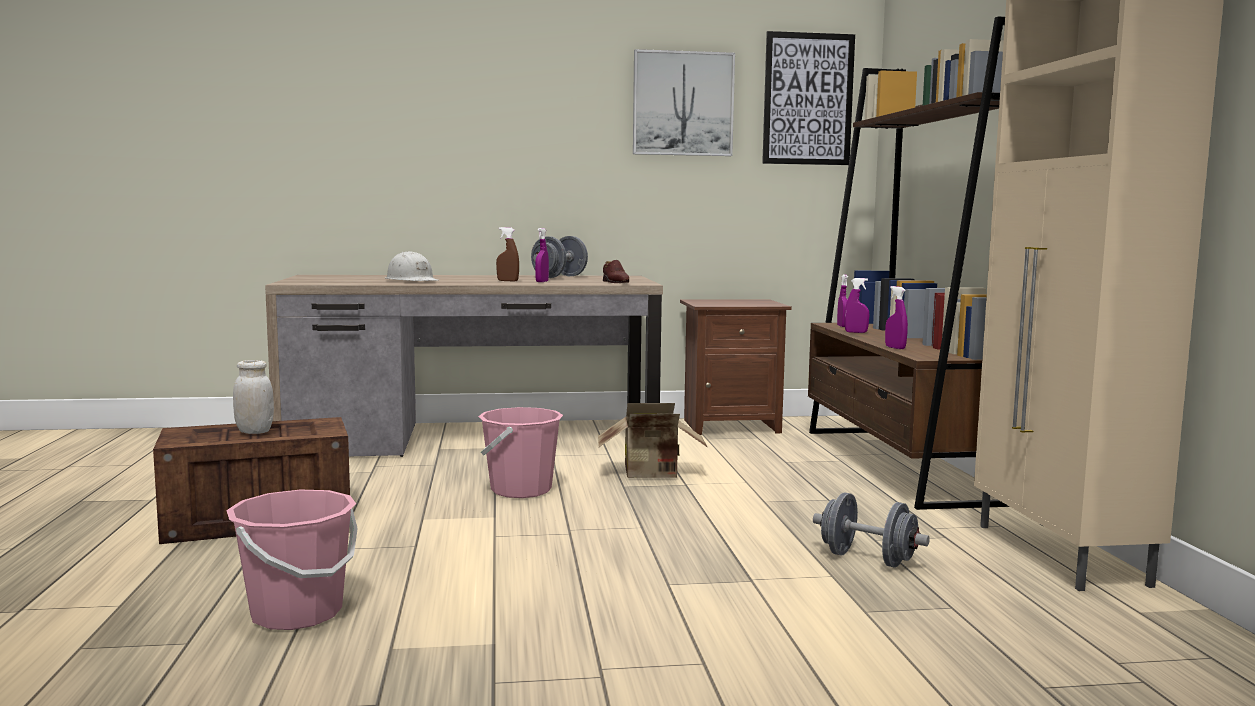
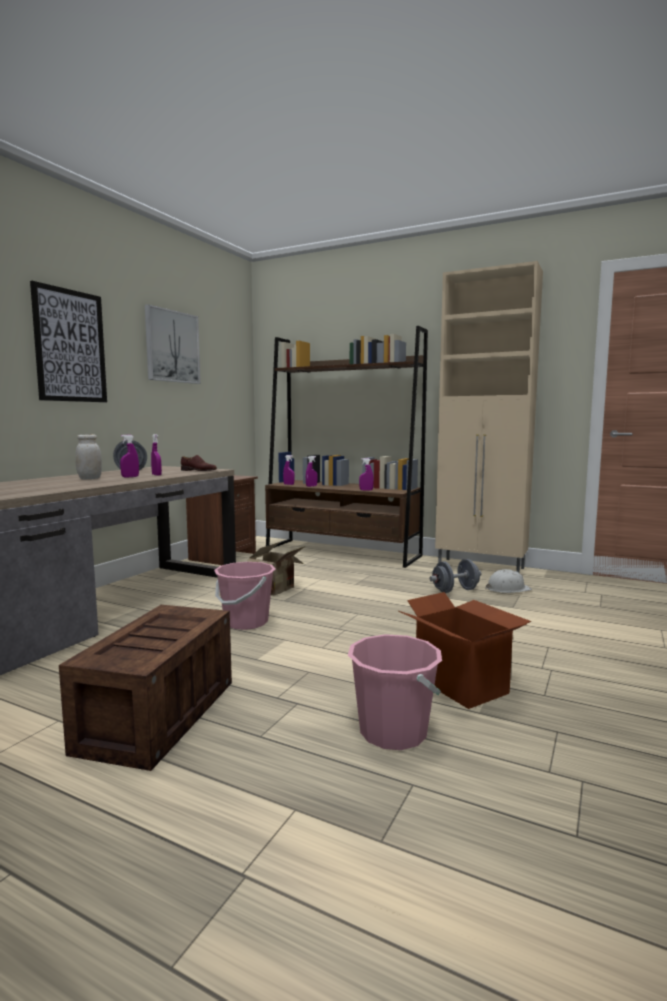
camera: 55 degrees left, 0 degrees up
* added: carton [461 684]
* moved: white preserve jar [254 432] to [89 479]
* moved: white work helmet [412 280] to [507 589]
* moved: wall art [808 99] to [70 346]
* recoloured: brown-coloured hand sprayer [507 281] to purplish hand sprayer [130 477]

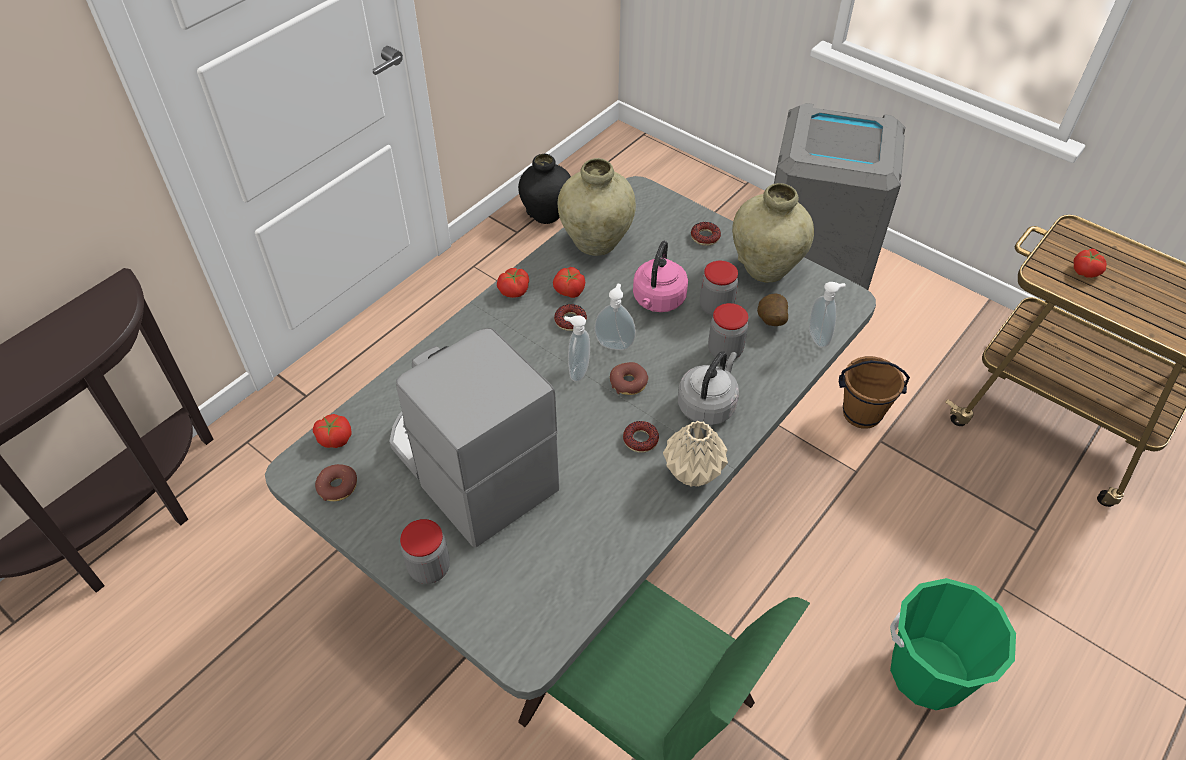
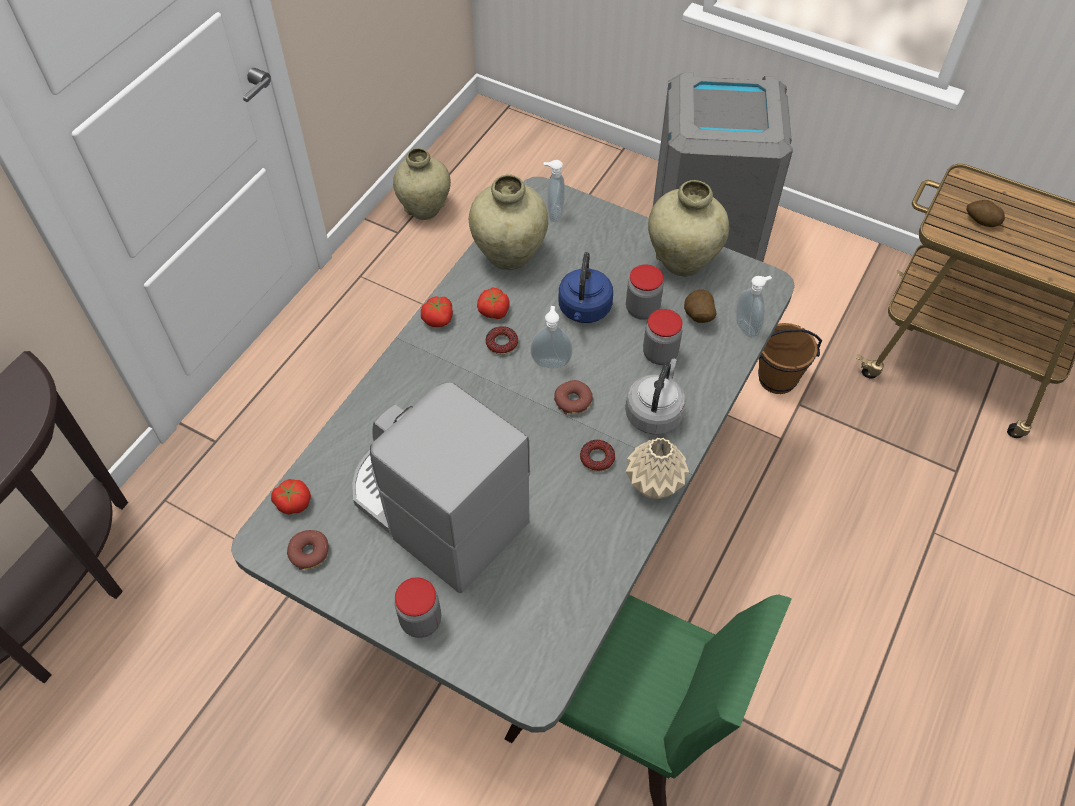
camera: 10 degrees left, 5 degrees up
* removed: ring doughnut [705 237]
* removed: greenish pail [928 672]
* moved: soap dispenser [577 371] to [553 213]
* replaced: tomato [1085 271] to potato [981 221]
* recoloured: black-coloured decorative vase [547 214] to beige-coloured decorative vase [425 209]
* recoloured: pinkish tea kettle [658 301] to blue tea kettle [584 310]

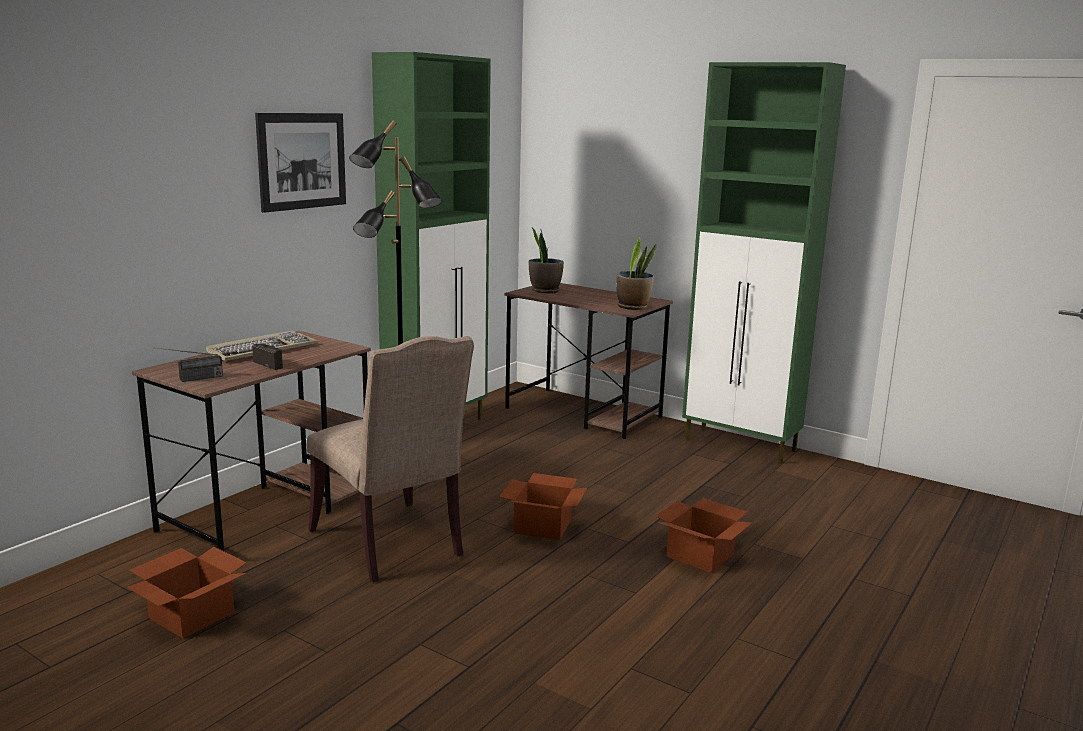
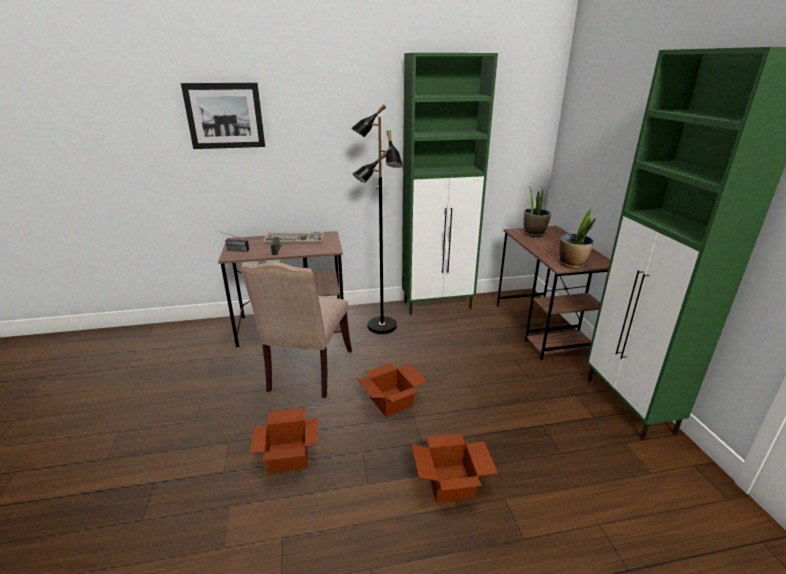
camera: 45 degrees right, 10 degrees up
* moved: carton [191 614] to [289 455]
* moved: wall art [302 161] to [225 116]

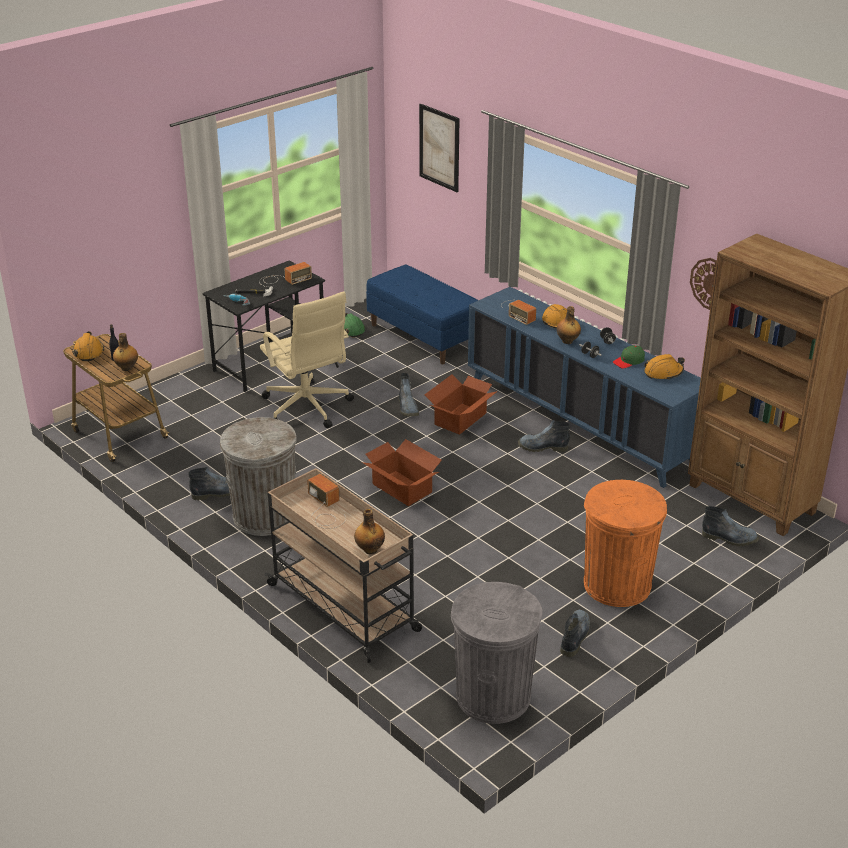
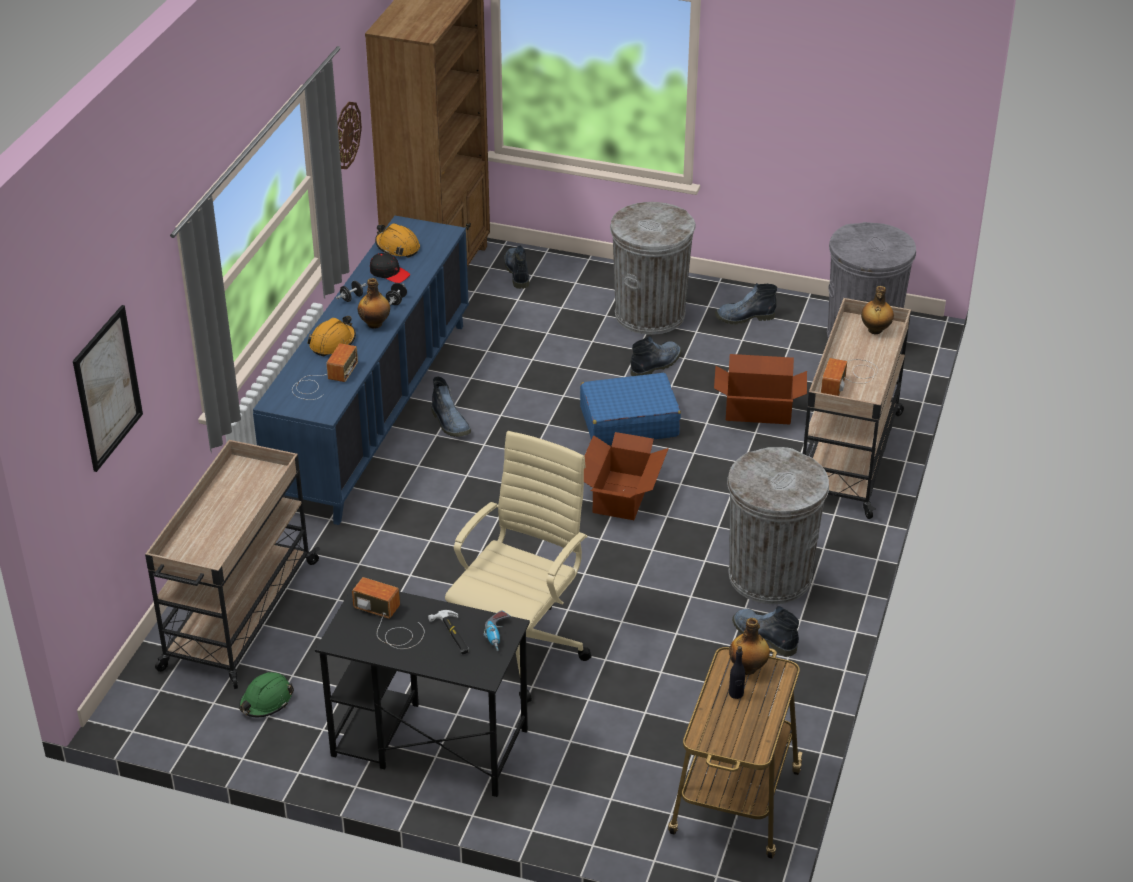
camera: 120 degrees left, 5 degrees up
* removed: orangey work helmet [88 352]
* added: blue piece of luggage [628 422]
* moved: tall boot [408 408] to [656 364]
* moved: carton [461 419] to [757 409]
* replaced: blue long seat [423 336] to beige-coloured trolley [238 616]
* recoloured: orangey waste bin [617 584] to greyish waste bin [649 314]
* recoloured: greenish baseball cap [629 361] to black-coloured baseball cap [389 273]

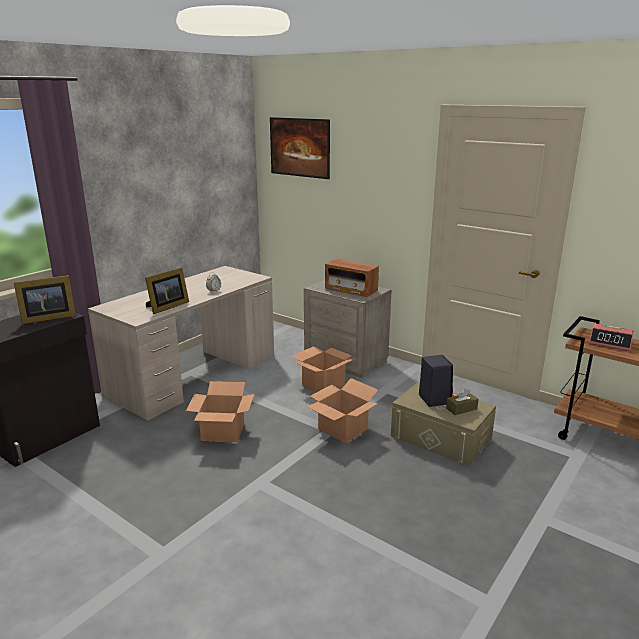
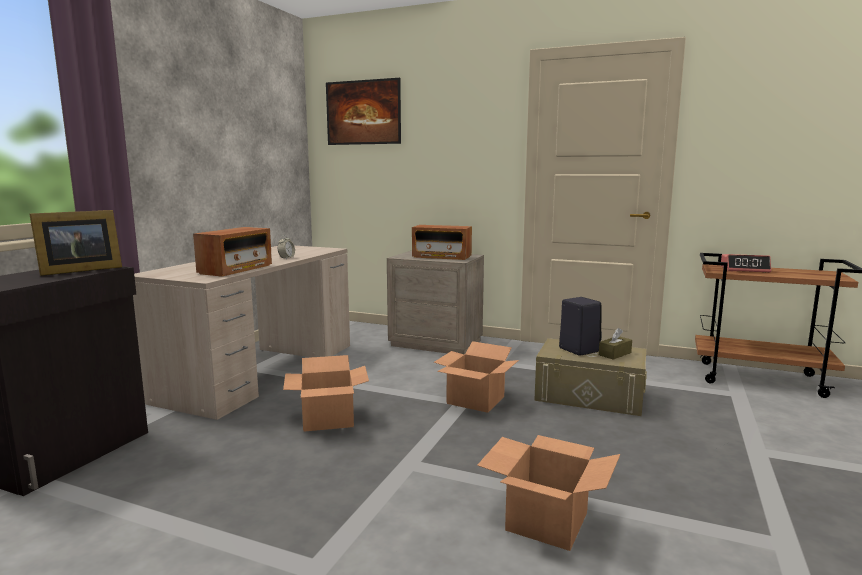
camera: 15 degrees left, 10 degrees down
* moved: carton [323 385] to [547 522]
* replaced: standing frame [166 307] to radio set [236 269]

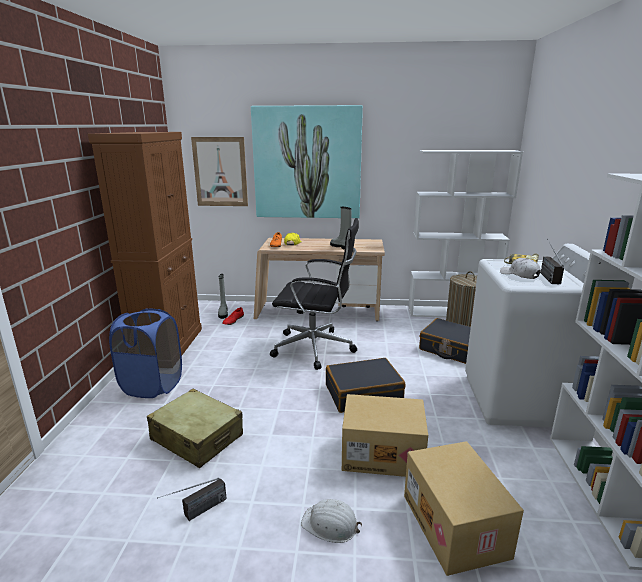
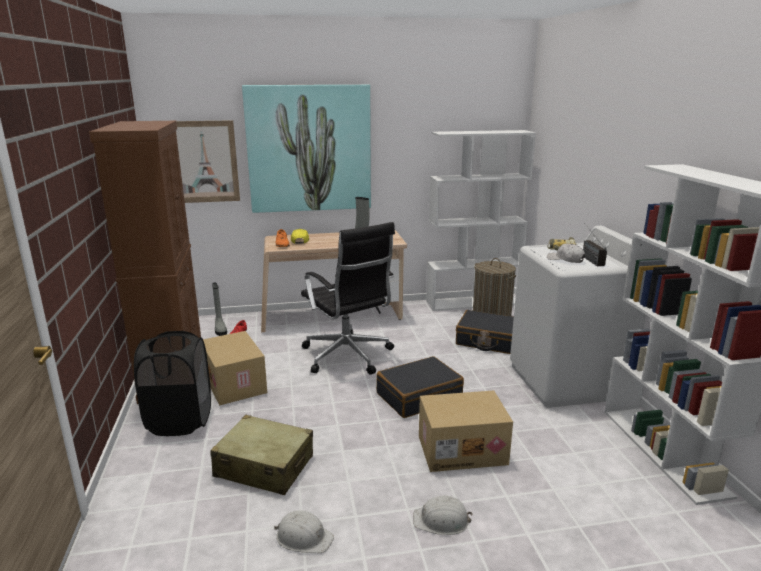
camera: 15 degrees left, 0 degrees up
* moved: carton [456 525] to [236 384]
* replaced: radio set [196 513] to white work helmet [303 537]
* recoloured: blue laundry basket [152 385] to black-coloured laundry basket [180 421]
* turned: black-coloured office chair [316 348] = [348 356] 60 degrees clockwise

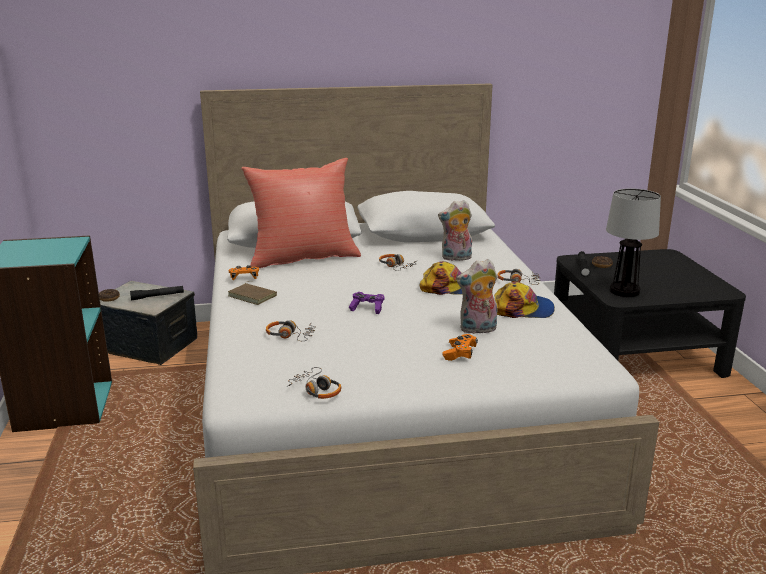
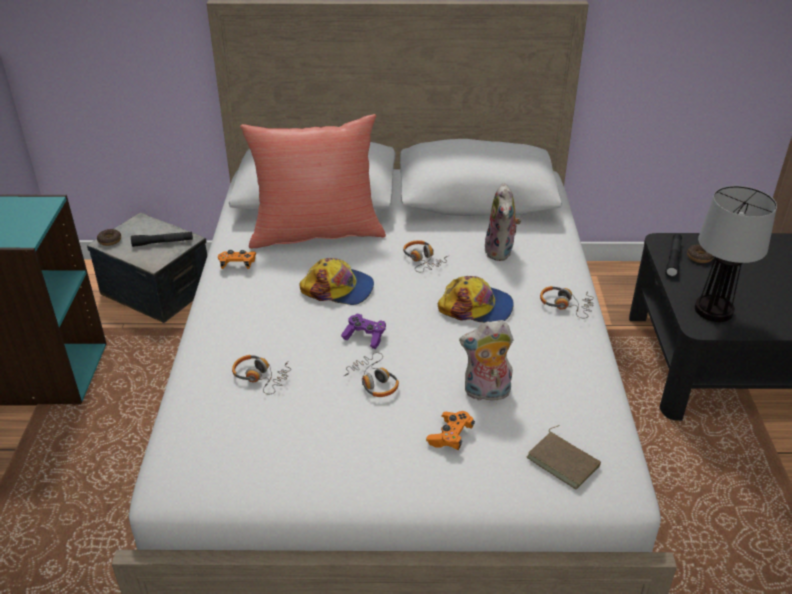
camera: 10 degrees right, 15 degrees up
* moved: brown-coloured volume [253 296] to [564 461]
* moved: headphones [316 390] to [374 381]
* moved: baseball cap [522 309] to [338 288]
* turned: soft toy [456 258] = [501 252] 90 degrees counterclockwise

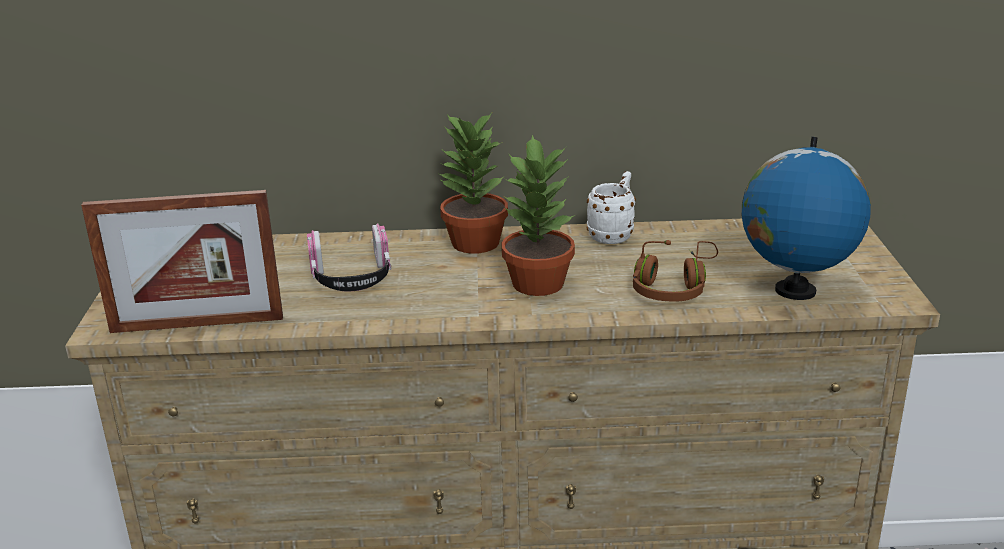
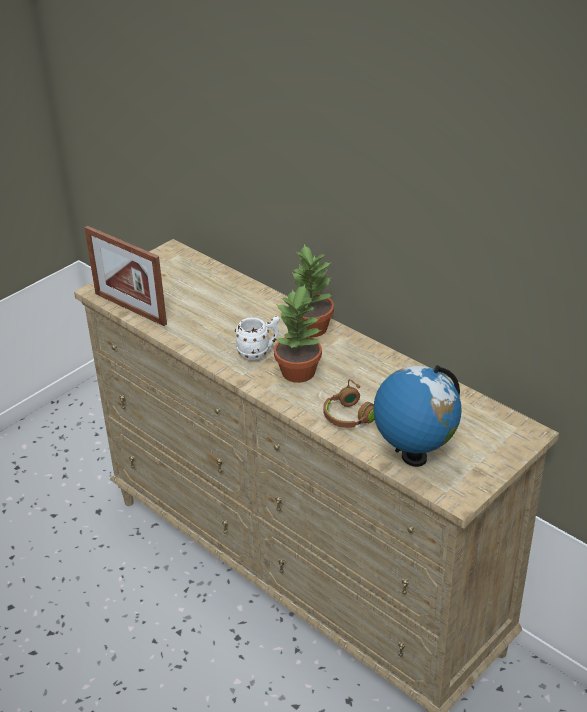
camera: 45 degrees right, 10 degrees up
* removed: headphones [352 278]
* moved: white mug [613 234] to [259 353]

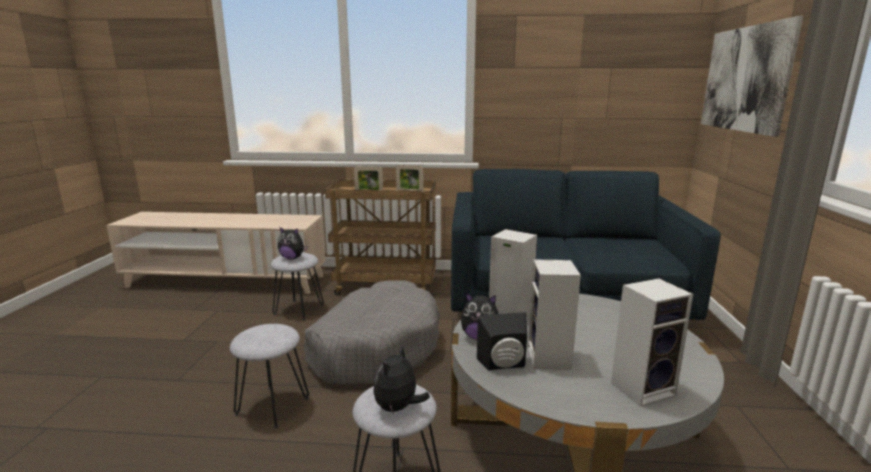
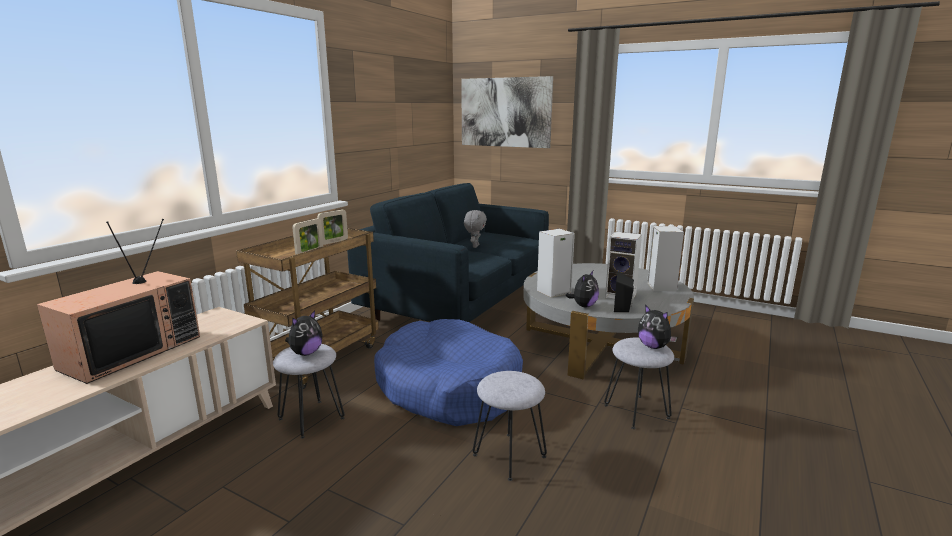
camera: 65 degrees left, 0 degrees up
* added: TV set [132 351]
* added: greyish soft toy [475 246]
* recoloured: greyish pet bed [375 347] to blue pet bed [448 387]

